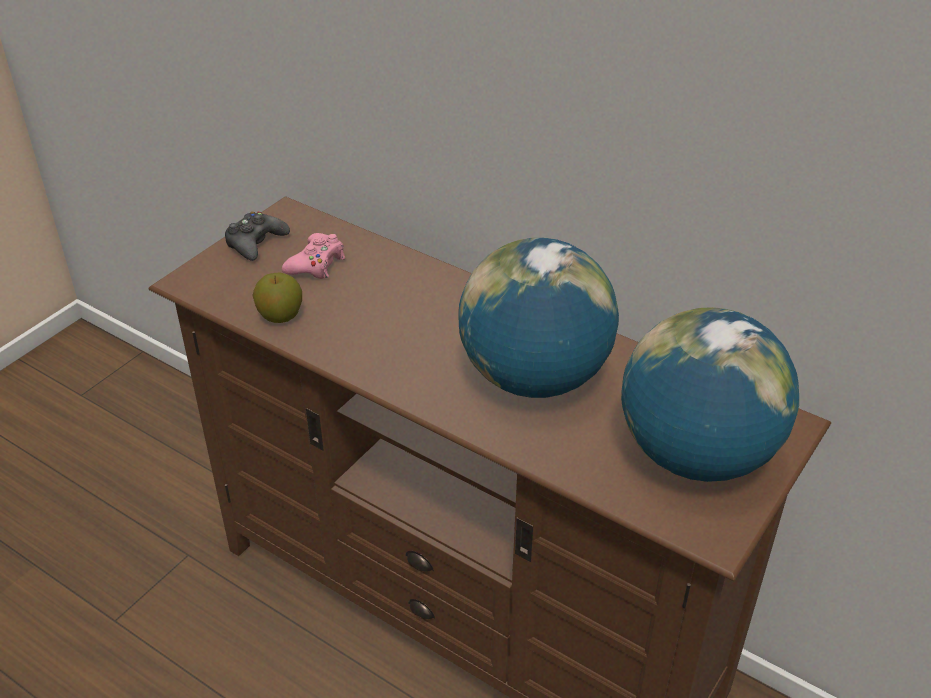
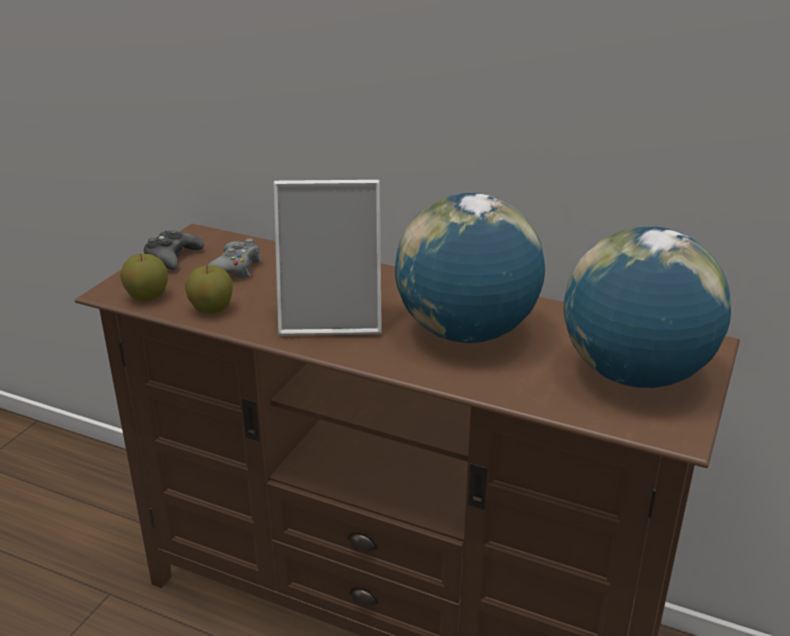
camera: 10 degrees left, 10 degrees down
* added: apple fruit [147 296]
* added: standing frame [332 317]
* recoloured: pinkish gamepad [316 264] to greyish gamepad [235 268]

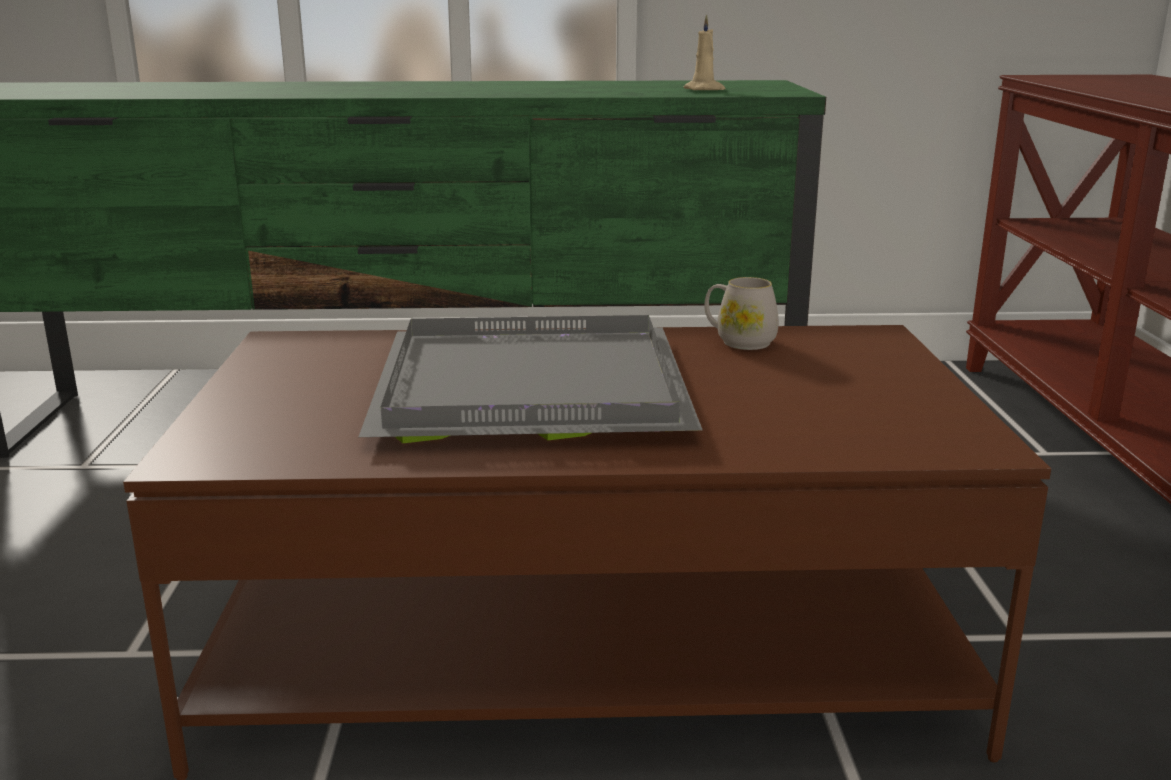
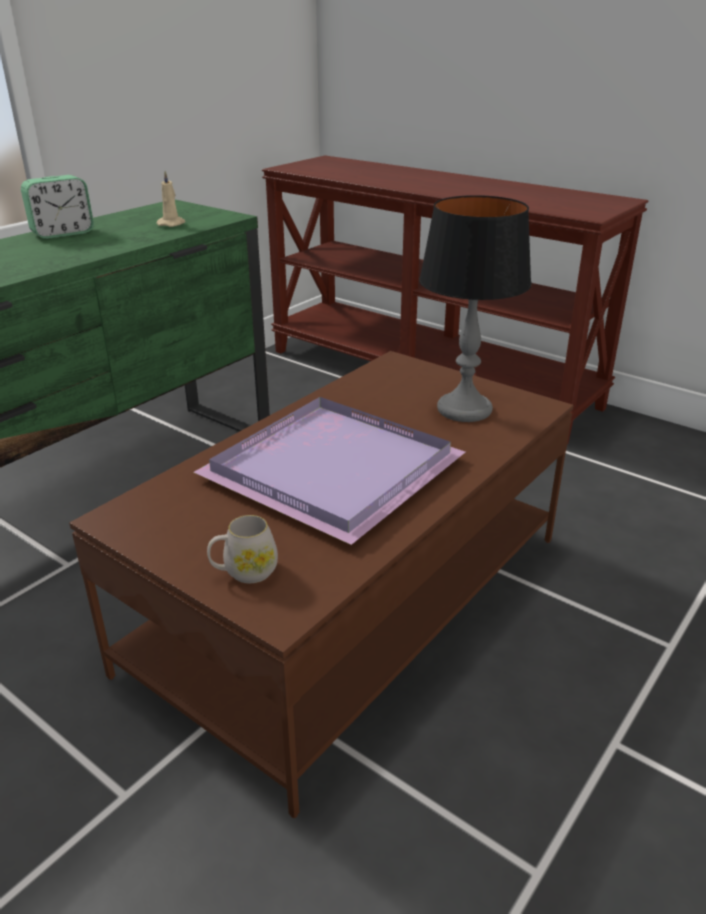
camera: 50 degrees left, 10 degrees up
* added: bedside clock [63 233]
* added: lamp for a table [463 409]
* moved: white mug [739 341] to [244 572]
* recoloured: greyish carrying tray [537 386] to purplish carrying tray [331 467]

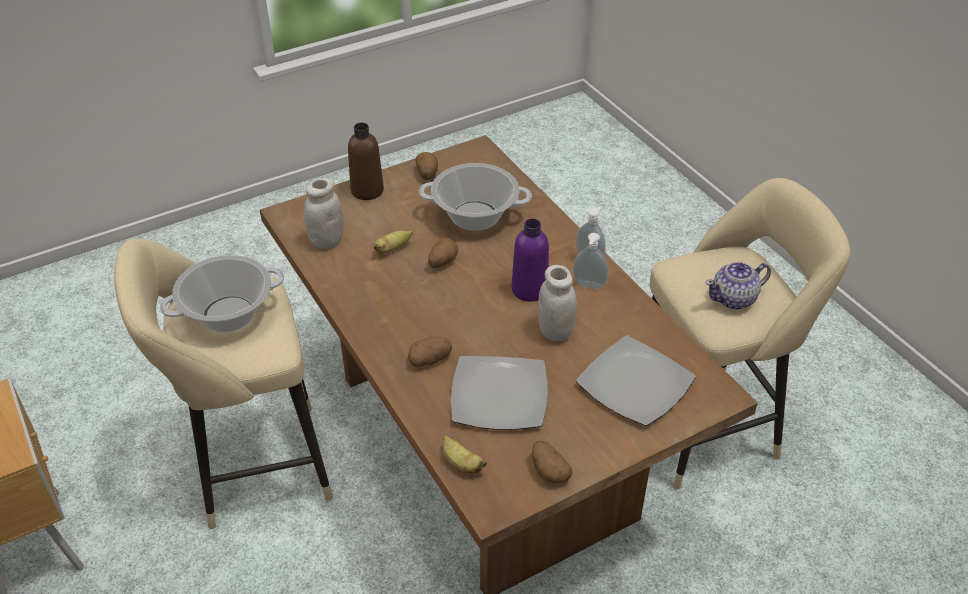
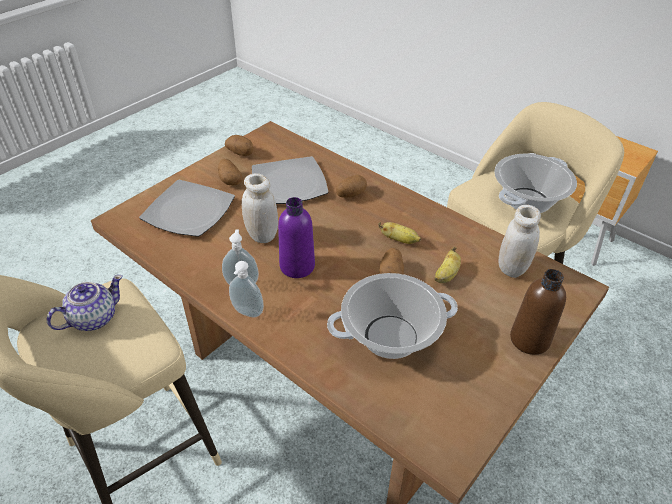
camera: 160 degrees right, 0 degrees up
* moved: potato [427 174] to [230 180]
* moved: banana fruit [461 464] to [399 240]

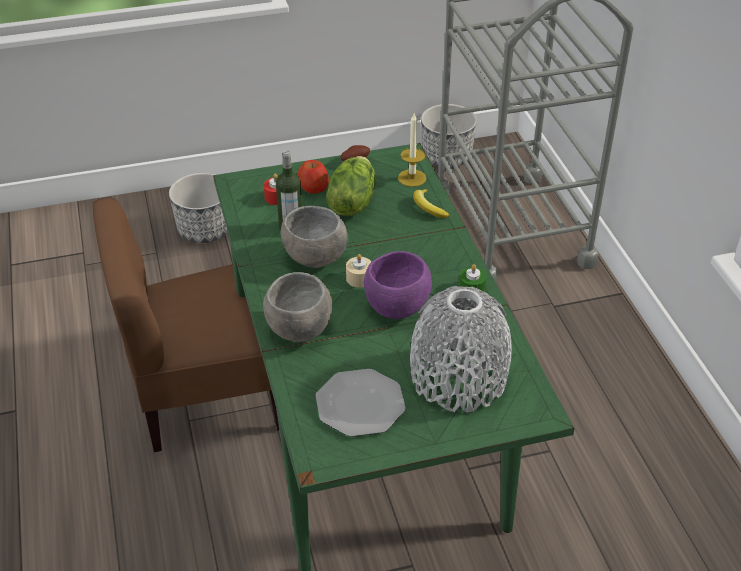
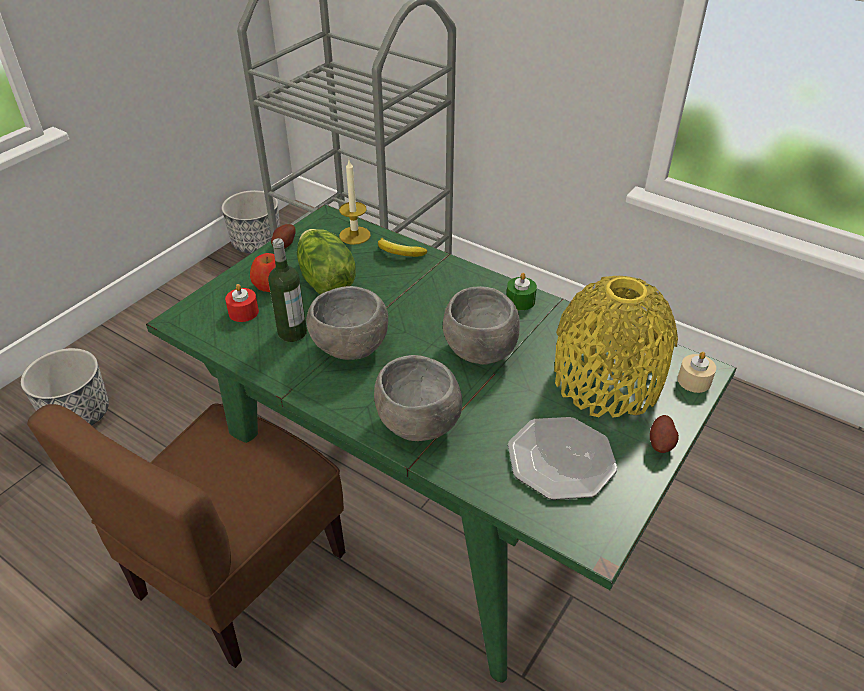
camera: 40 degrees left, 0 degrees up
* added: potato [661 443]
* moved: beige-coloured candle [359 278] to [694 381]
* recoloured: purplish deep dish [396 307] to greyish deep dish [480 352]
* recoloured: greyish decorative vase [458 378] to yellow decorative vase [607 381]

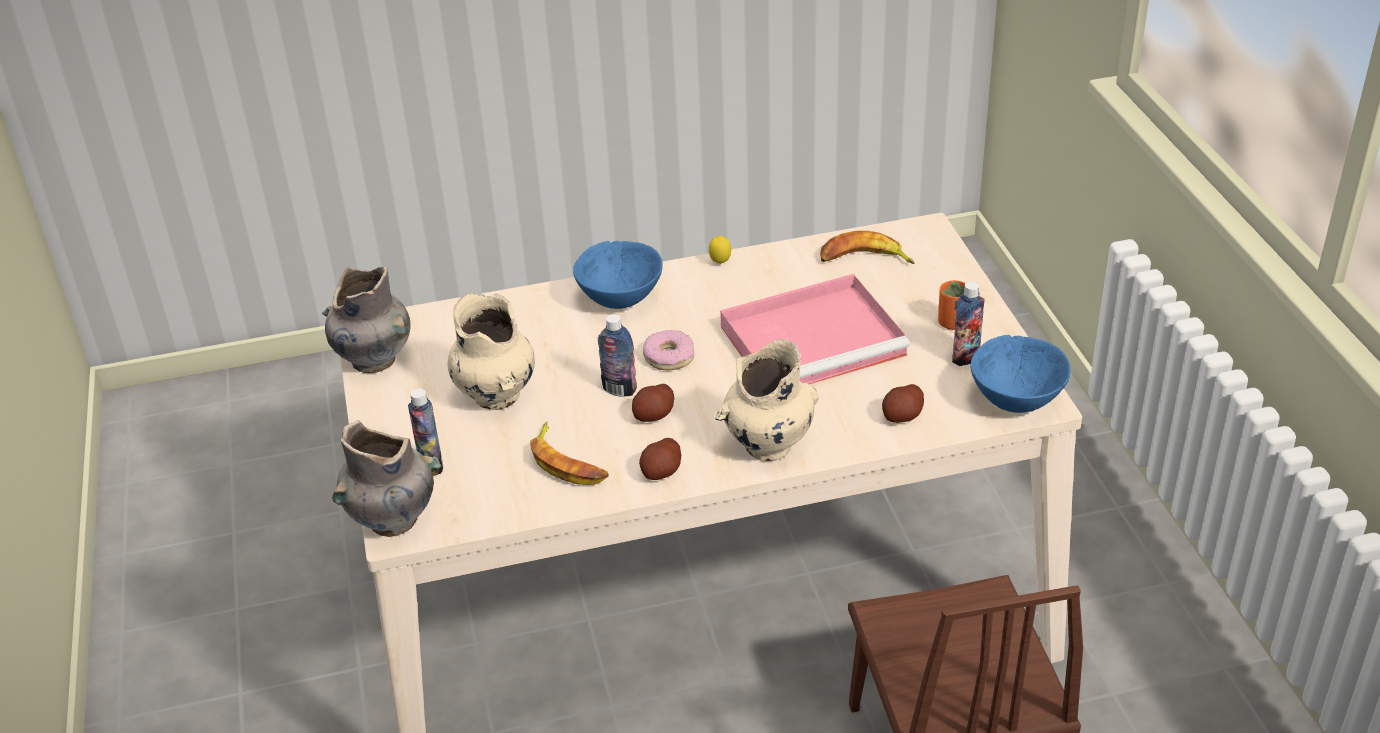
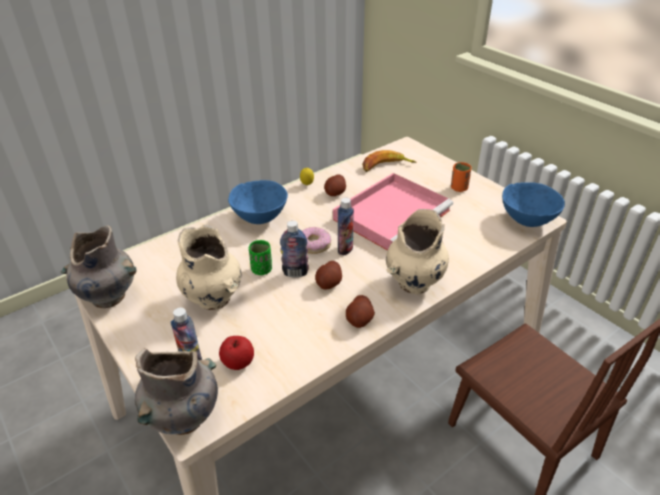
camera: 25 degrees left, 0 degrees up
* removed: banana fruit [567 462]
* added: apple fruit [238 362]
* added: greenish cup [262 270]
* moved: potato [902 416] to [335 193]
* moved: drink bottle [965 357] to [345 248]

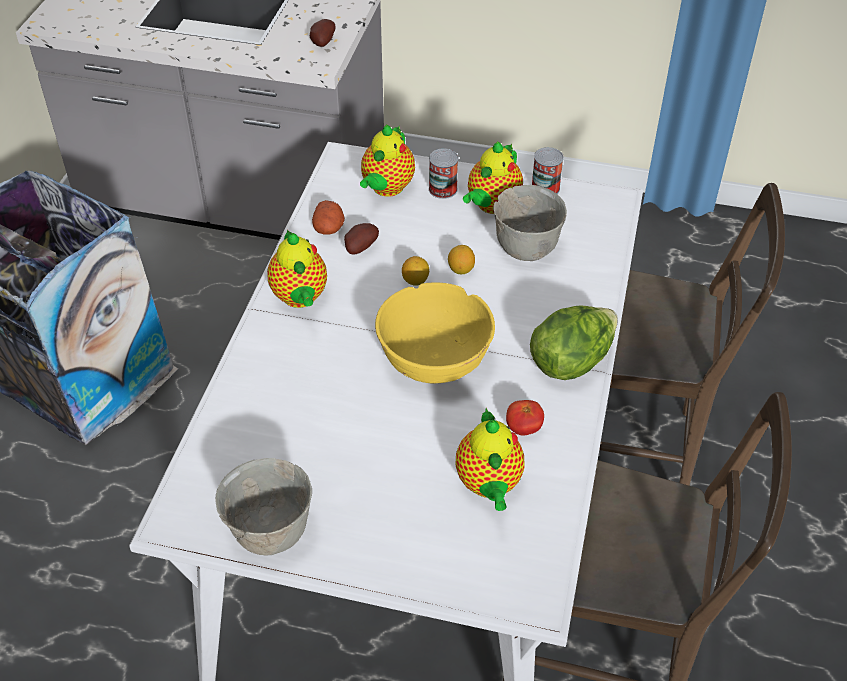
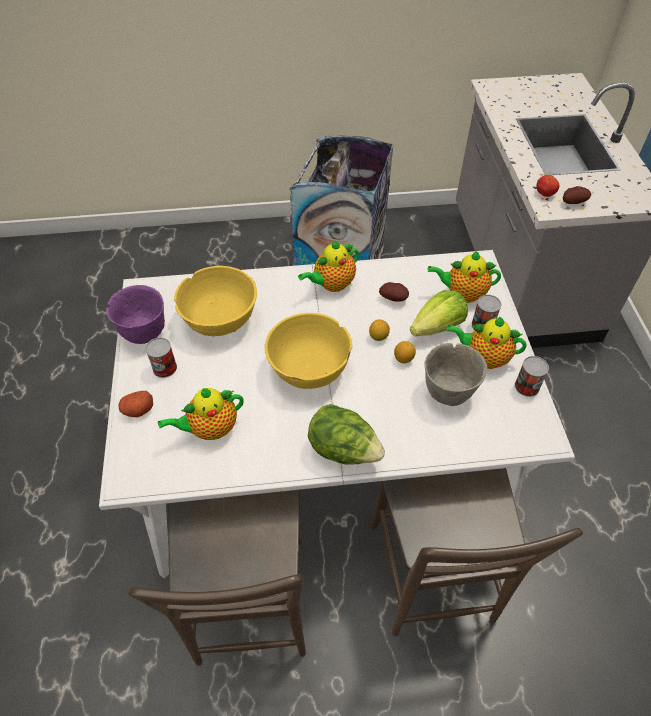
camera: 70 degrees right, 5 degrees up
* added: metal can [164 368]
* added: yellow deep dish [220 319]
* added: lettuce [438 327]
* moved: potato [329 228] to [138 410]
* moved: tomato [523 428] to [545 194]
* recoloured: greyish deep dish [269 534] to purplish deep dish [143 332]

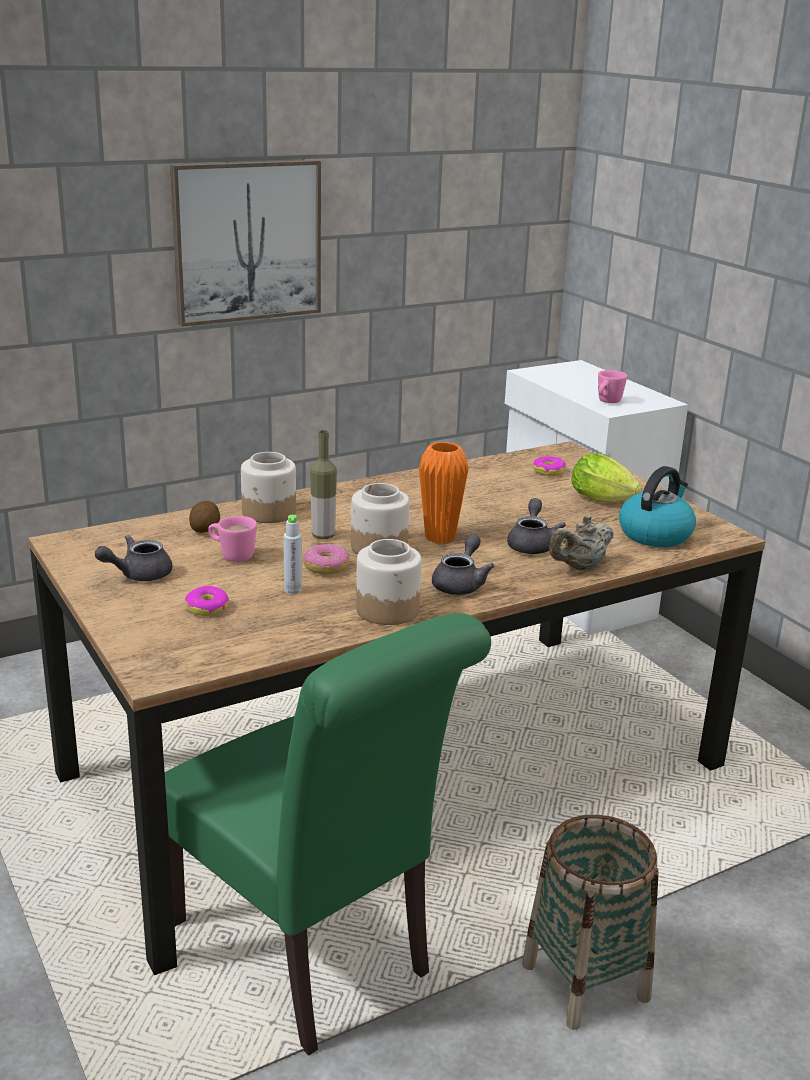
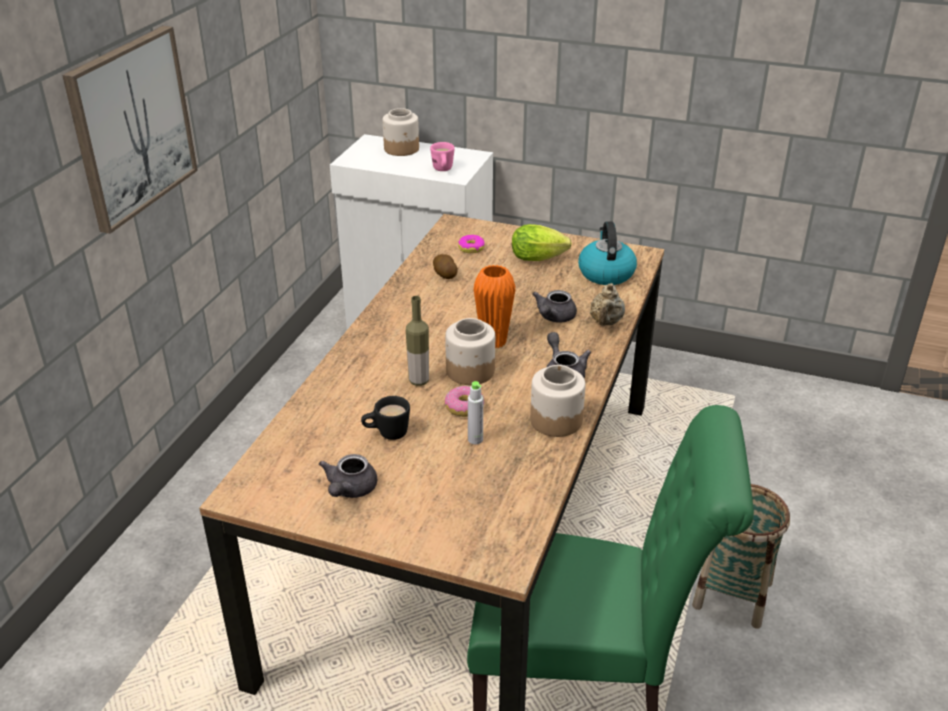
camera: 40 degrees left, 10 degrees up
* removed: ring doughnut [207 608]
* moved: potato [204 528] to [444 275]
* moved: preserve jar [269 513] to [402 149]
* recoloured: pinkish mug [232 555] to black-coloured mug [386 434]
* turned: greyish teapot [532 544] = [553 318] 120 degrees counterclockwise

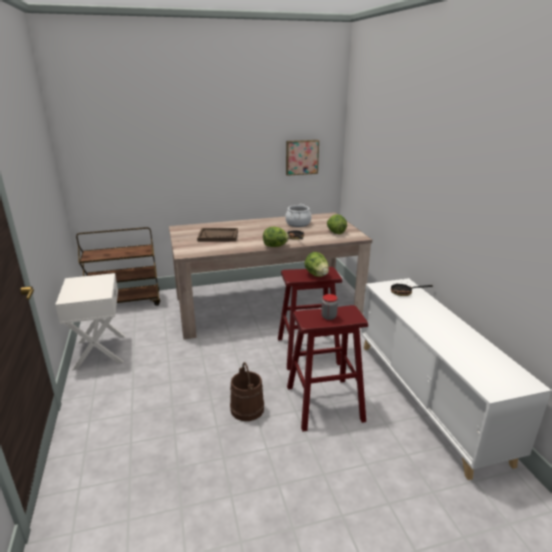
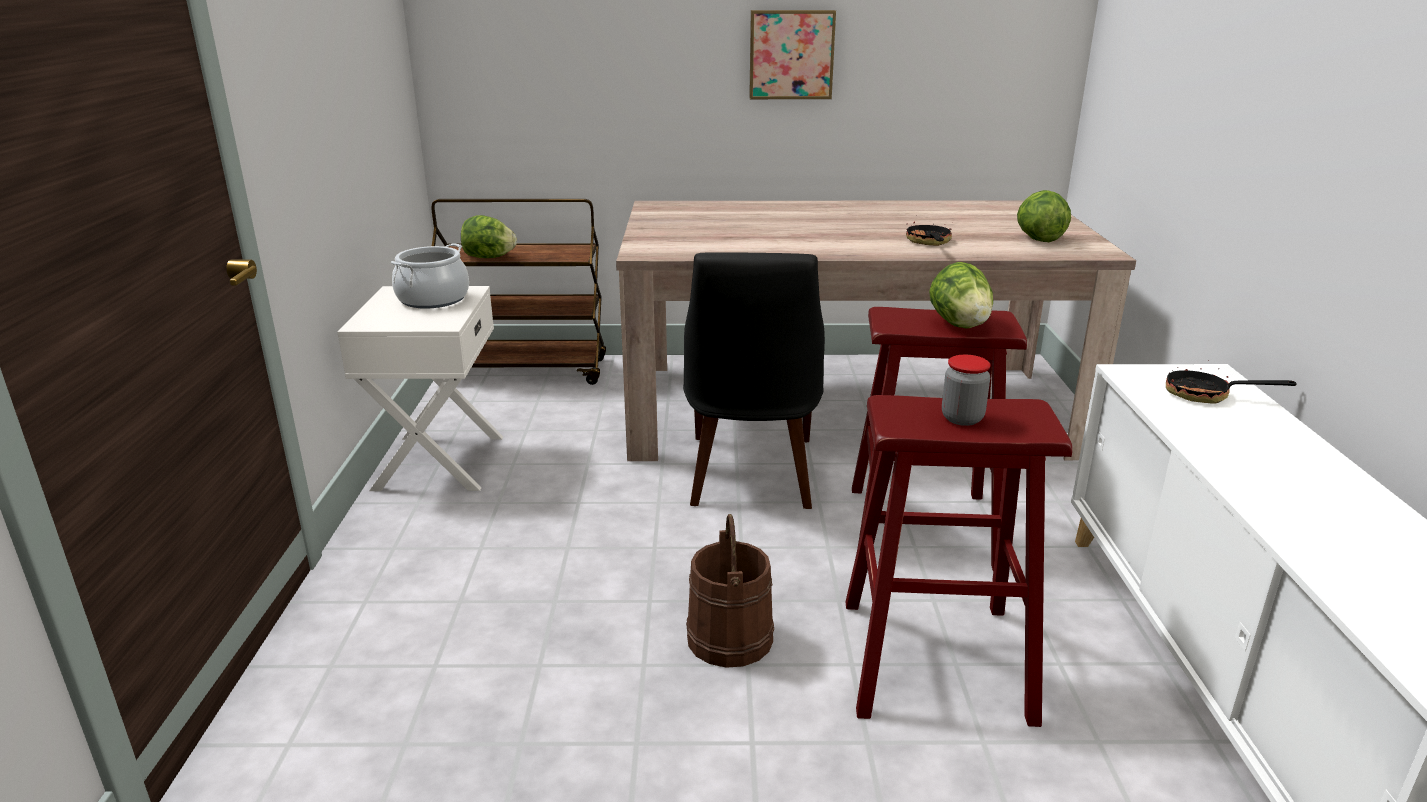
camera: 15 degrees right, 0 degrees up
* removed: brown-coloured carrying tray [218 236]
* added: black-coloured upright chair [750 475]
* moved: lettuce [275 246] to [489 257]
* moved: saucepot [298 223] to [433 299]
* moved: wall art [301 157] to [791 54]

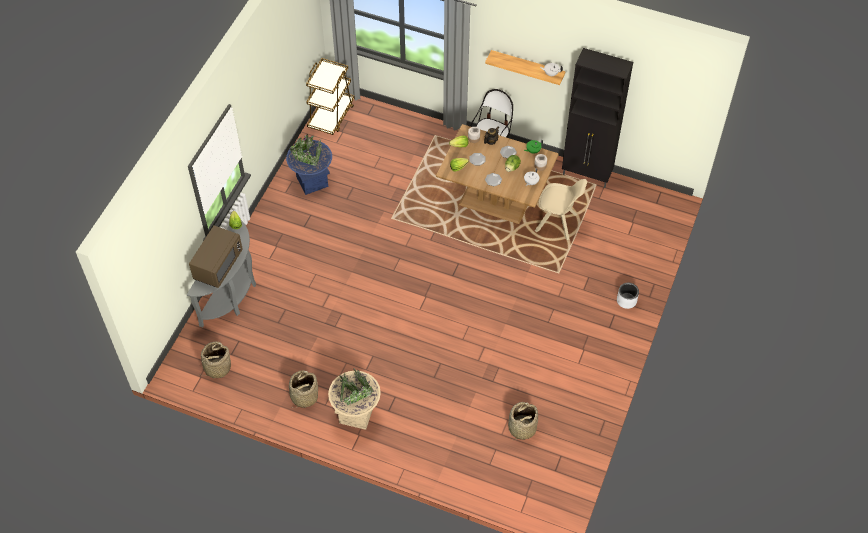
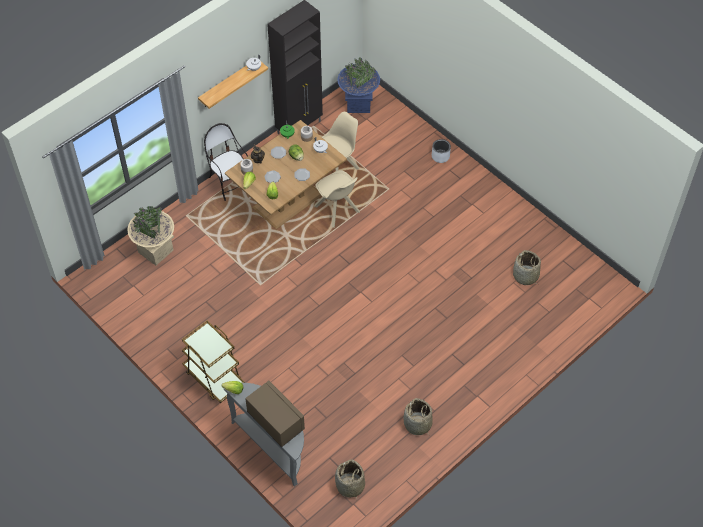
camera: 65 degrees left, 0 degrees up
* added: beige-coloured upright chair [337 210]
* moved: blue flower pot [312 181] to [358 104]
* moved: brown-coloured trolley [331 116] to [214 377]
* moved: beige-coloured flower pot [356 414] to [155 251]

